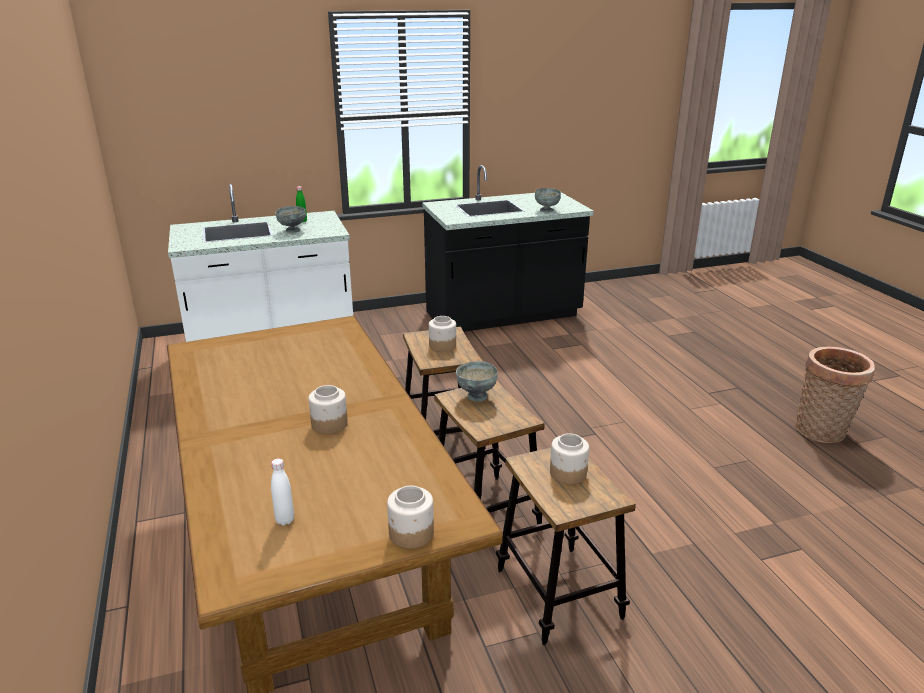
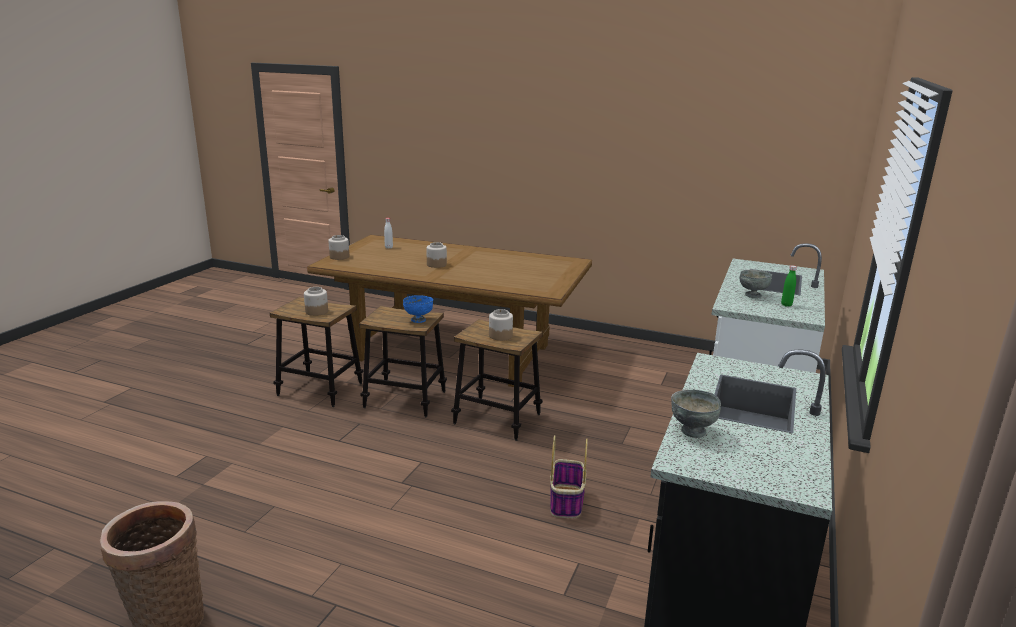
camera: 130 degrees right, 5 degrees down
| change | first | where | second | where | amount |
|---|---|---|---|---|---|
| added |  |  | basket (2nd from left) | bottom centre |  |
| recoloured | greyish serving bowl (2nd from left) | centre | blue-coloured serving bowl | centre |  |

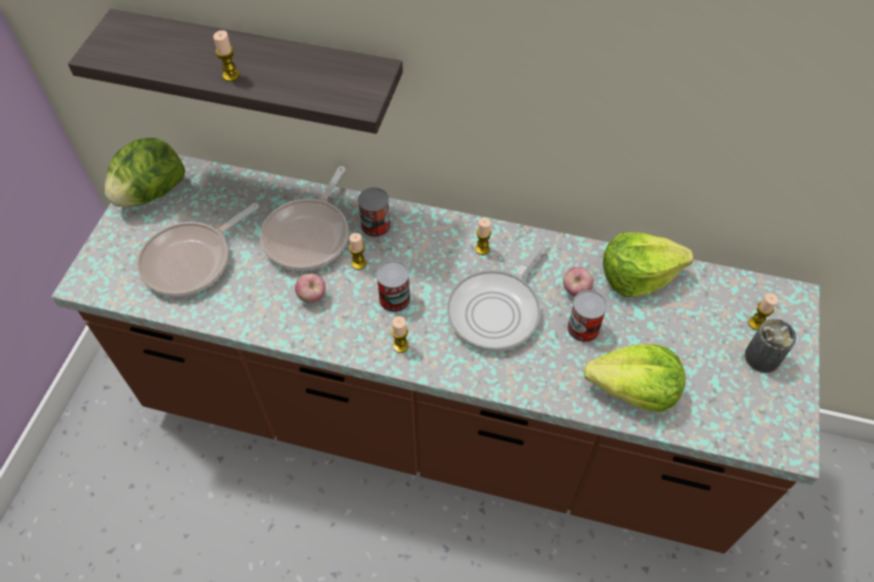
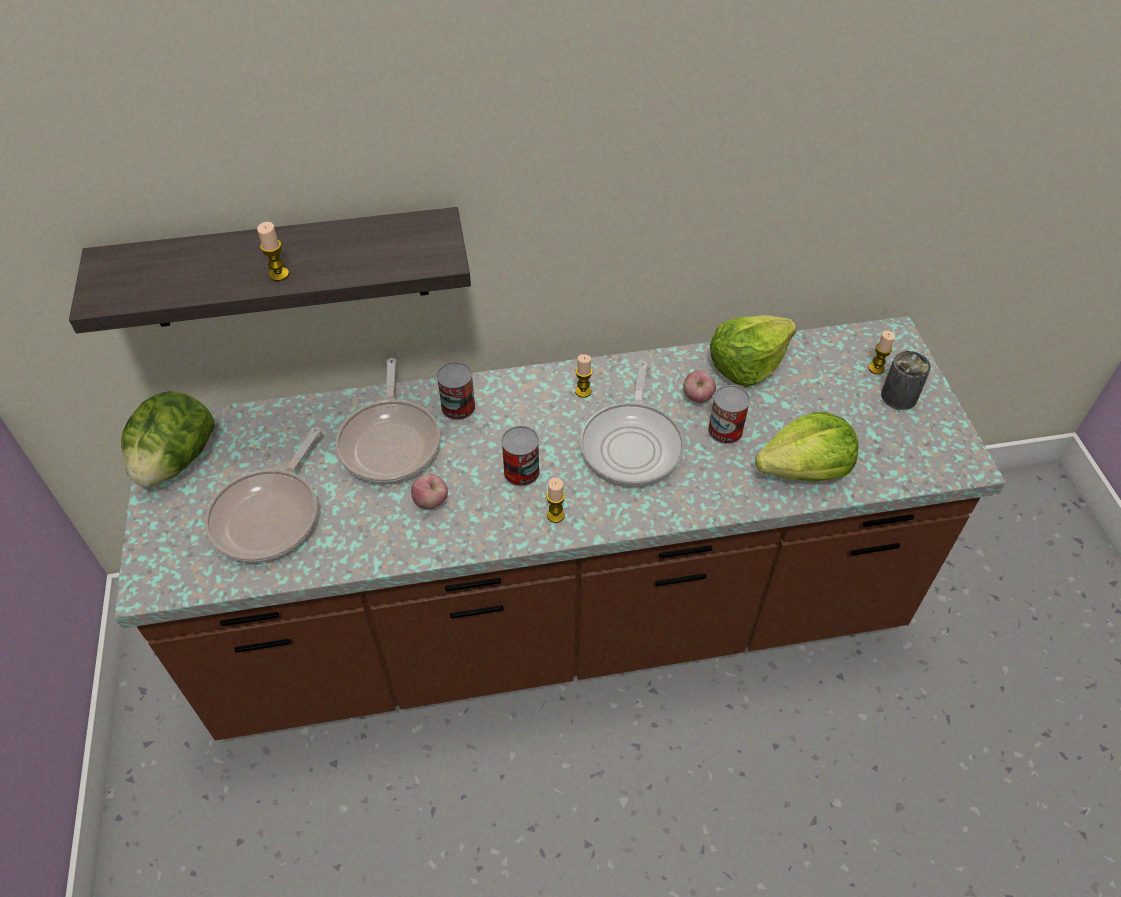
camera: 25 degrees left, 5 degrees down
| change | first | where | second | where | amount |
|---|---|---|---|---|---|
| removed | wax candle (2nd from left) | centre |  |  |  |

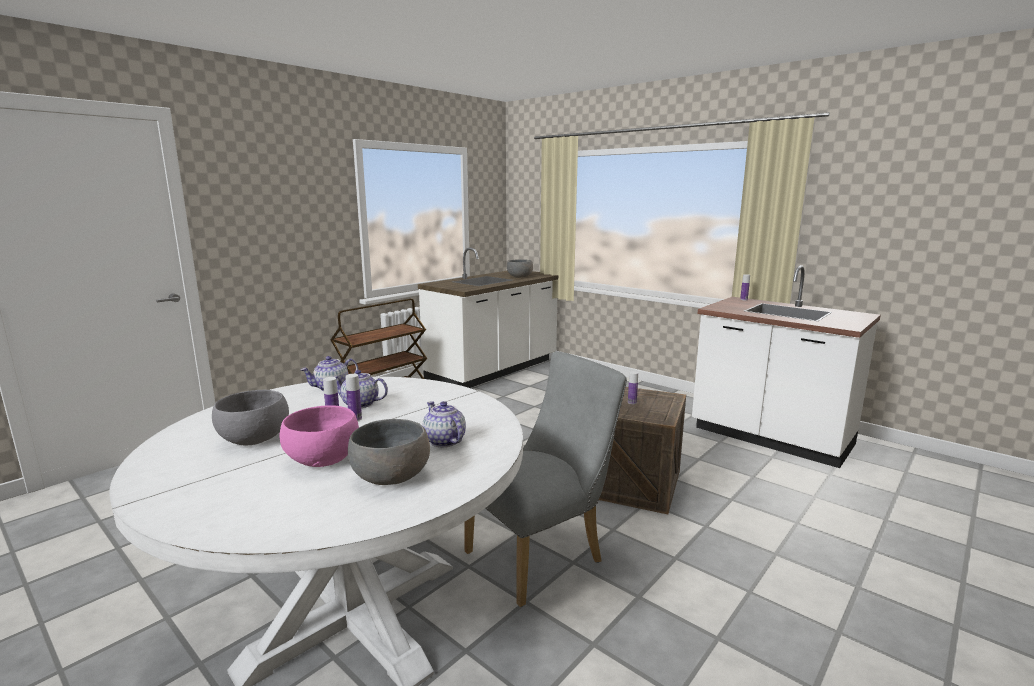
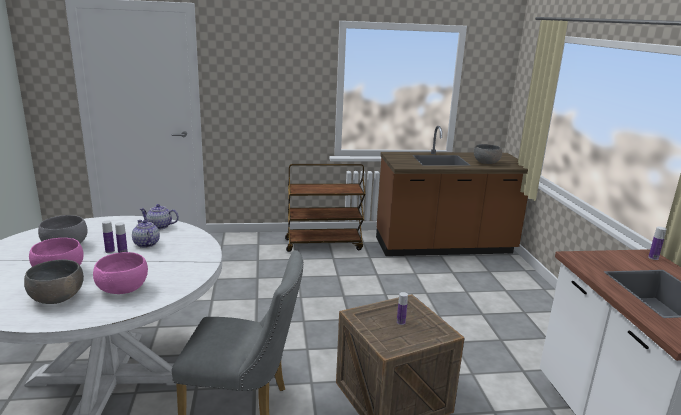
camera: 40 degrees right, 5 degrees up
| change | first | where | second | where | amount |
|---|---|---|---|---|---|
| replaced | pot for tea (3rd from left) | centre | pink serving bowl (2nd from left) | middle left |  |
| recoloured | white kitchen base unit (1st from left) | centre | brown-coloured kitchen base unit | centre |  |

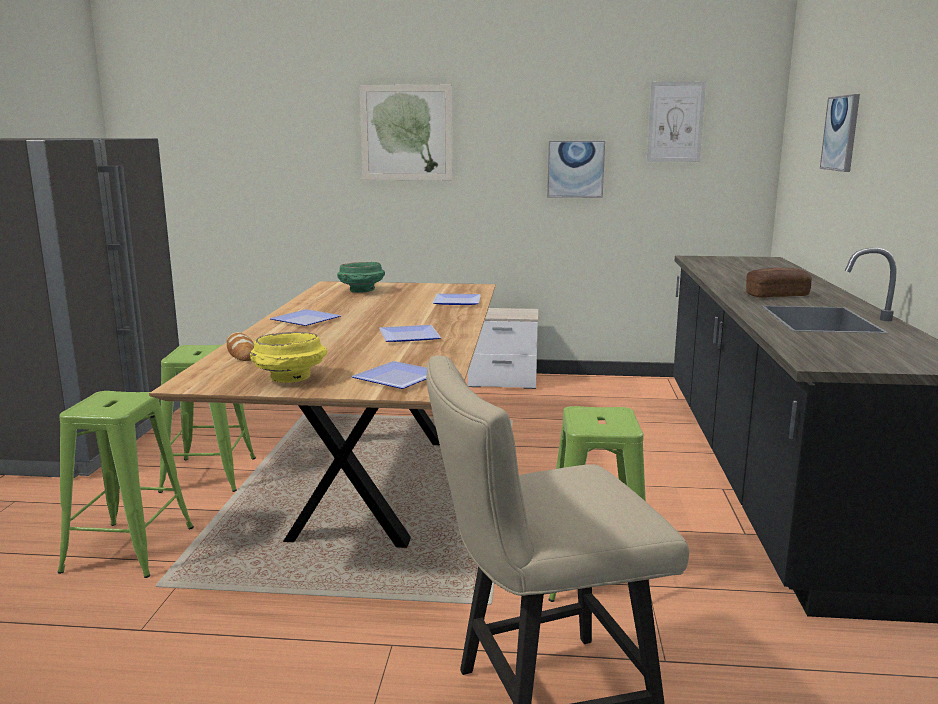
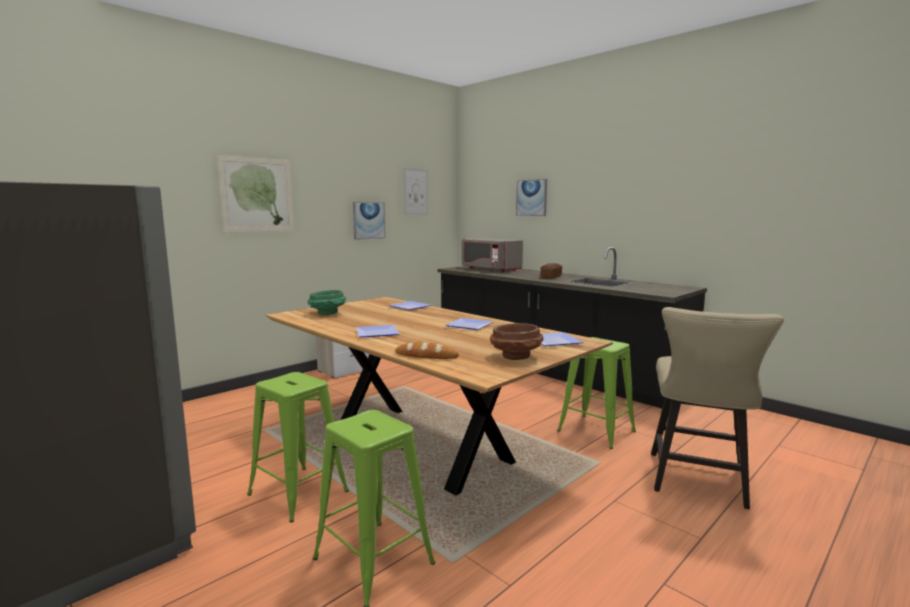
camera: 50 degrees left, 5 degrees down
| change | first | where | second | where | amount |
|---|---|---|---|---|---|
| added |  |  | greyish microwave | centre |  |
| recoloured | yellowish serving bowl | middle left | brown-coloured serving bowl | centre |  |

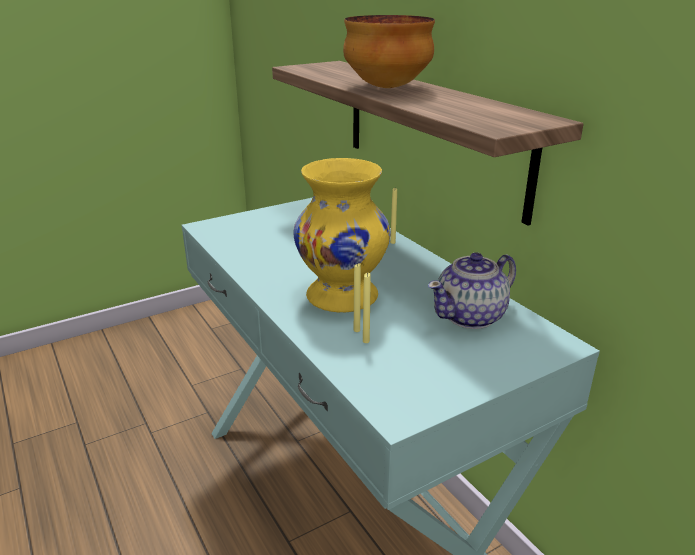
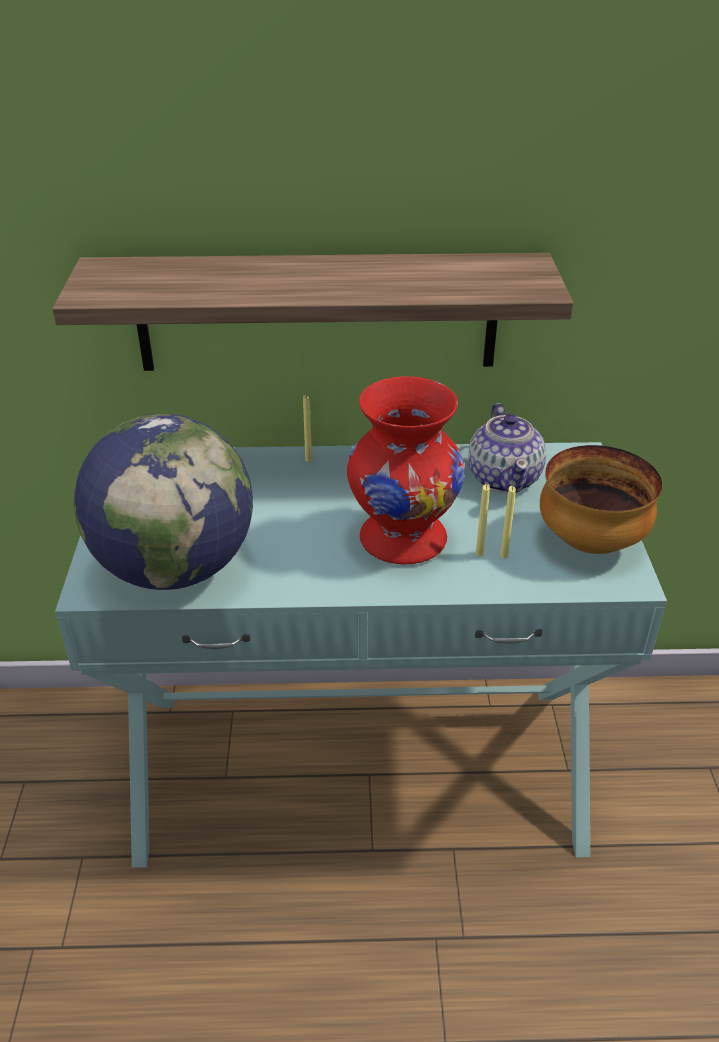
camera: 60 degrees left, 10 degrees up
| change | first | where | second | where | amount |
|---|---|---|---|---|---|
| added |  |  | world globe | middle left |  |
| moved | serving bowl | top centre |  | middle right |  |
| recoloured | yellowish vase | centre | red-coloured vase | centre |  |

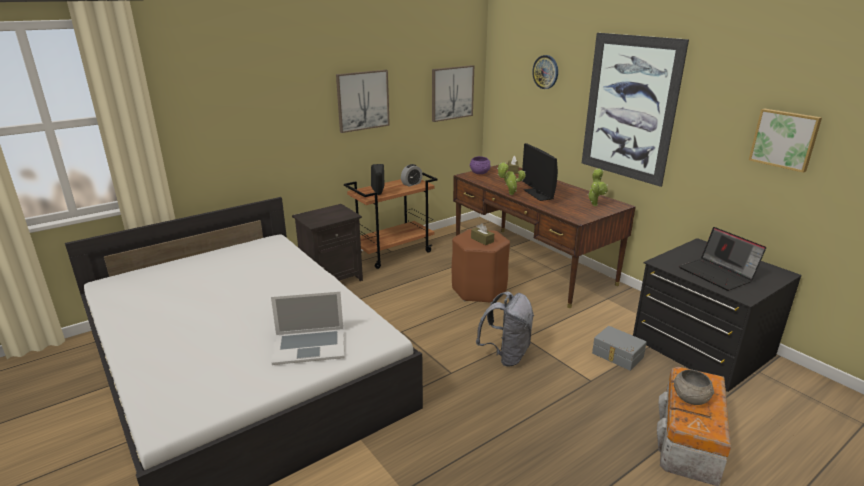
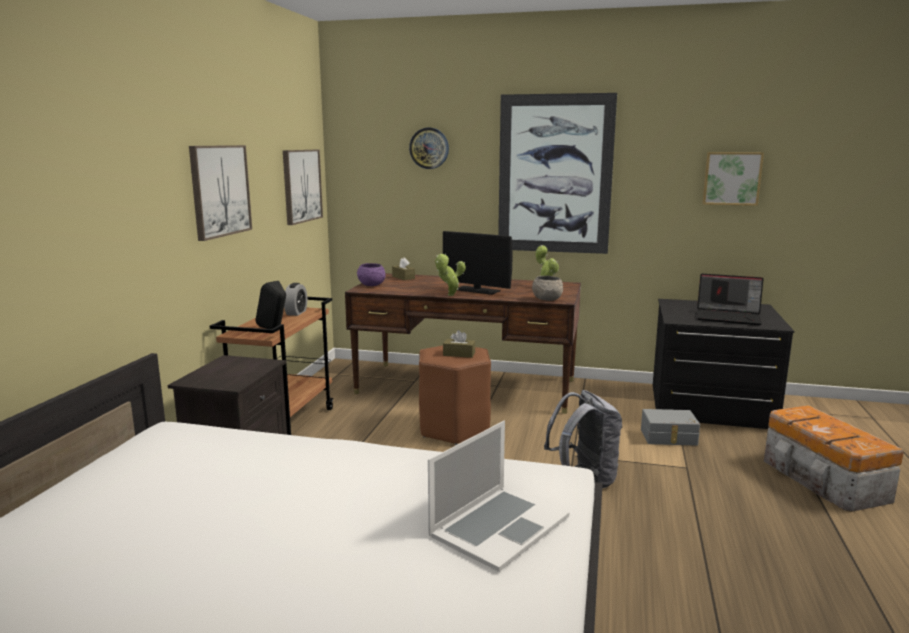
camera: 40 degrees left, 10 degrees down
| change | first | where | second | where | amount |
|---|---|---|---|---|---|
| moved | greyish serving bowl | bottom right |  | centre |  |

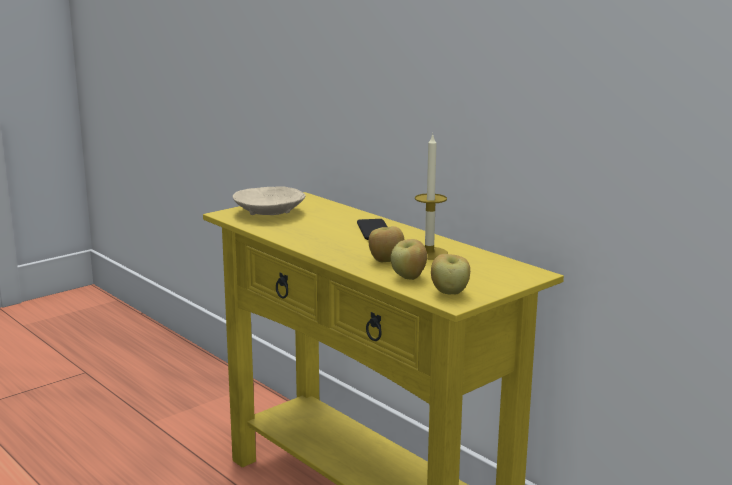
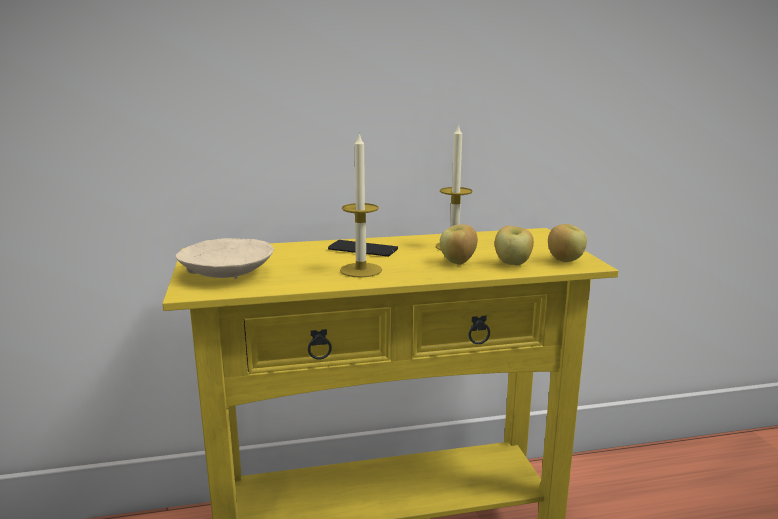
camera: 60 degrees left, 0 degrees up
| change | first | where | second | where | amount |
|---|---|---|---|---|---|
| added |  |  | wax candle (1st from left) | centre |  |

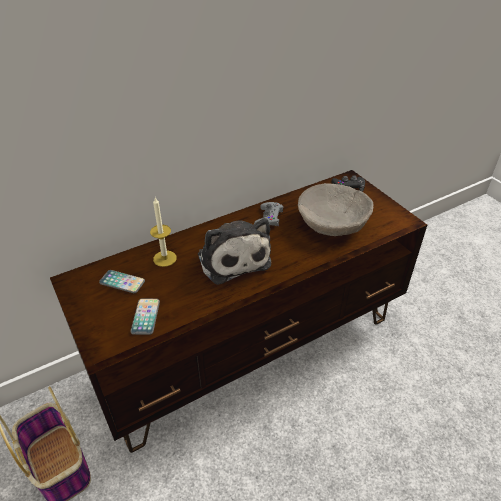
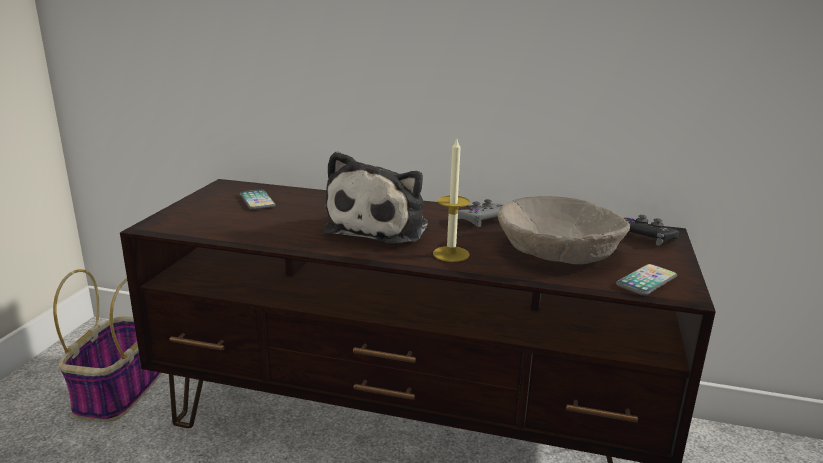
camera: 45 degrees right, 20 degrees down
| change | first | where | second | where | amount |
|---|---|---|---|---|---|
| moved | telephone (2nd from left) | middle left |  | middle right |  |
| moved | wax candle | middle left |  | centre |  |

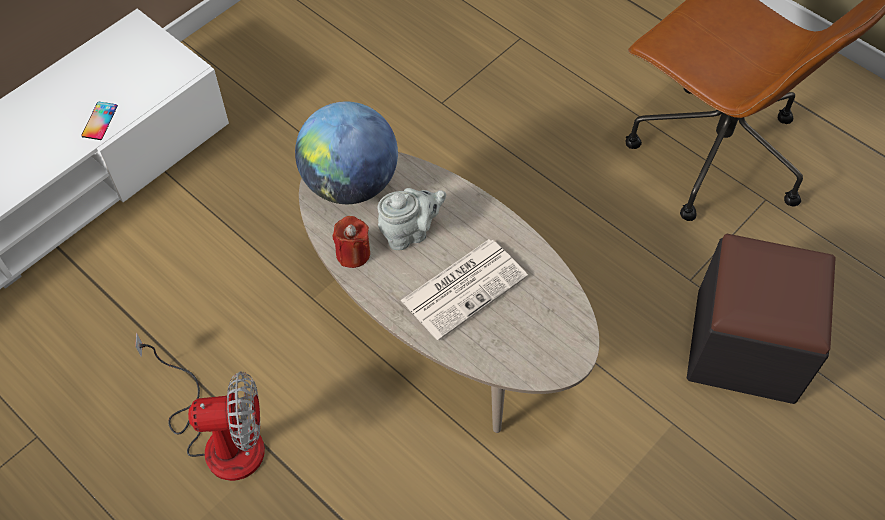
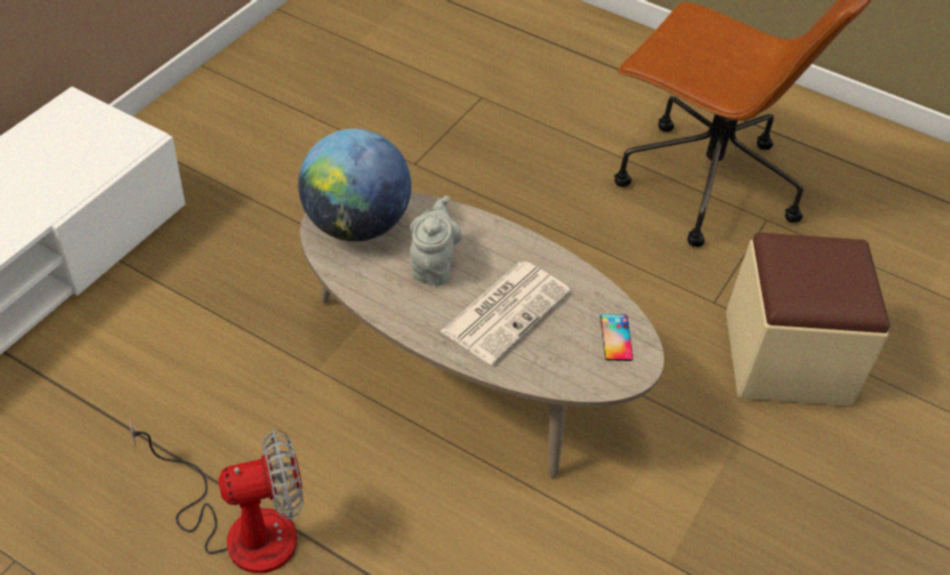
camera: 15 degrees left, 10 degrees down
| change | first | where | second | where | amount |
|---|---|---|---|---|---|
| removed | red-coloured wax candle | centre |  |  |  |
| moved | telephone | top left |  | centre |  |
| recoloured | blackish pouffe | middle right | beige-coloured pouffe | middle right |  |
| turned | greyish pot for tea | centre |  | centre | 45 degrees counterclockwise |

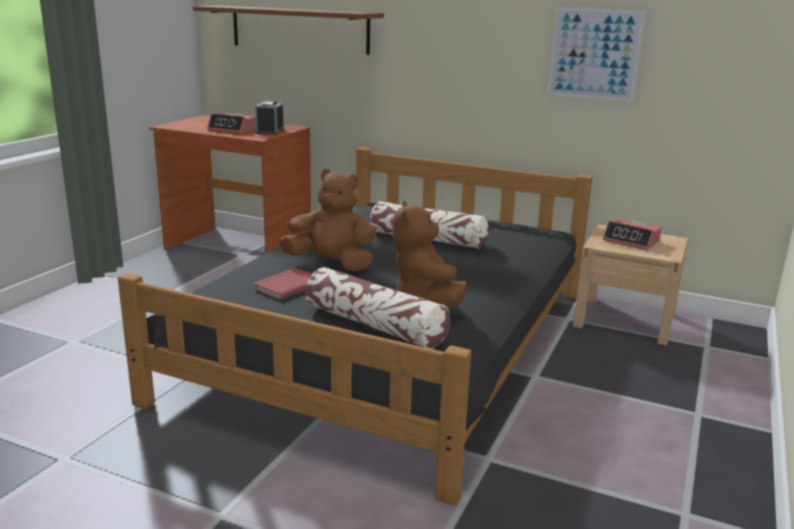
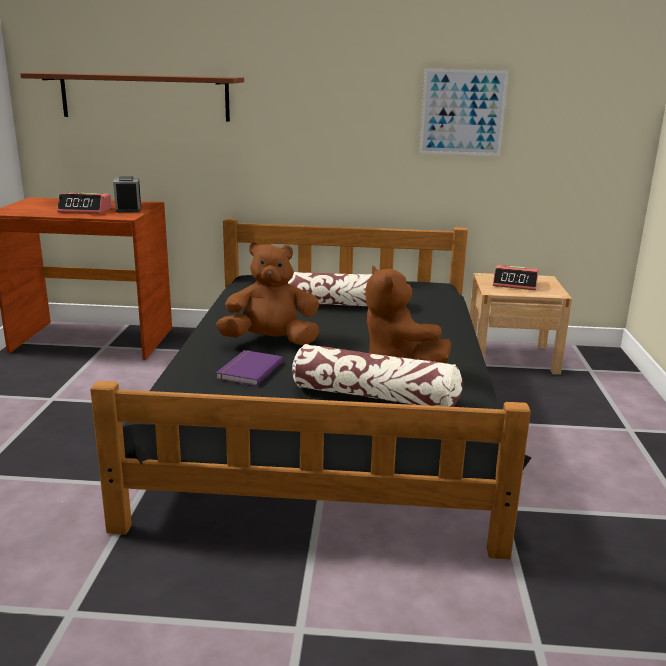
camera: 20 degrees left, 0 degrees up
| change | first | where | second | where | amount |
|---|---|---|---|---|---|
| recoloured | red-coloured bound book | centre | purplish bound book | centre |  |

